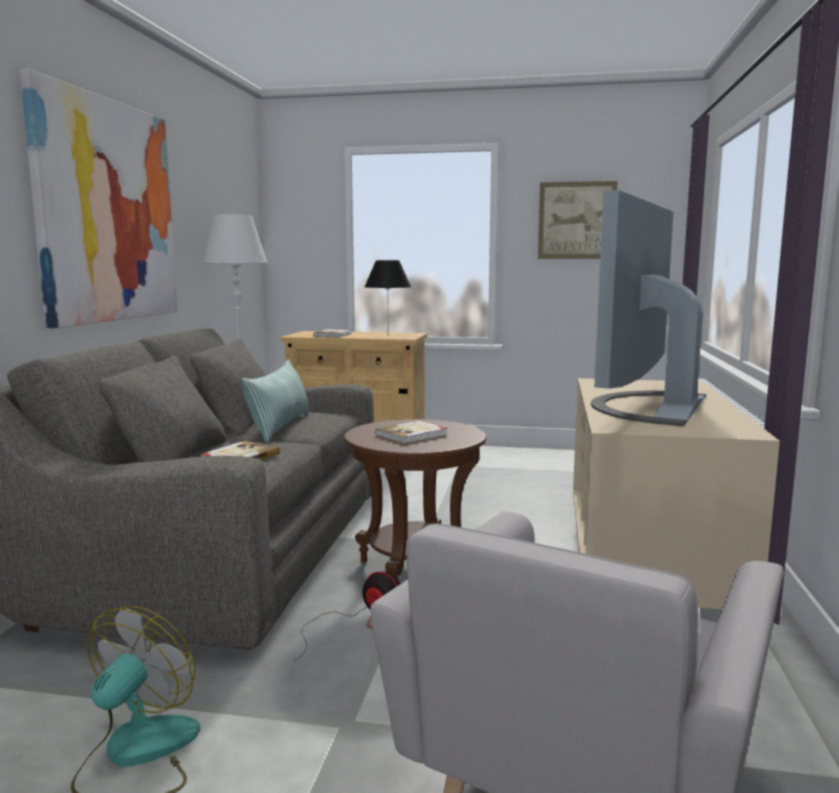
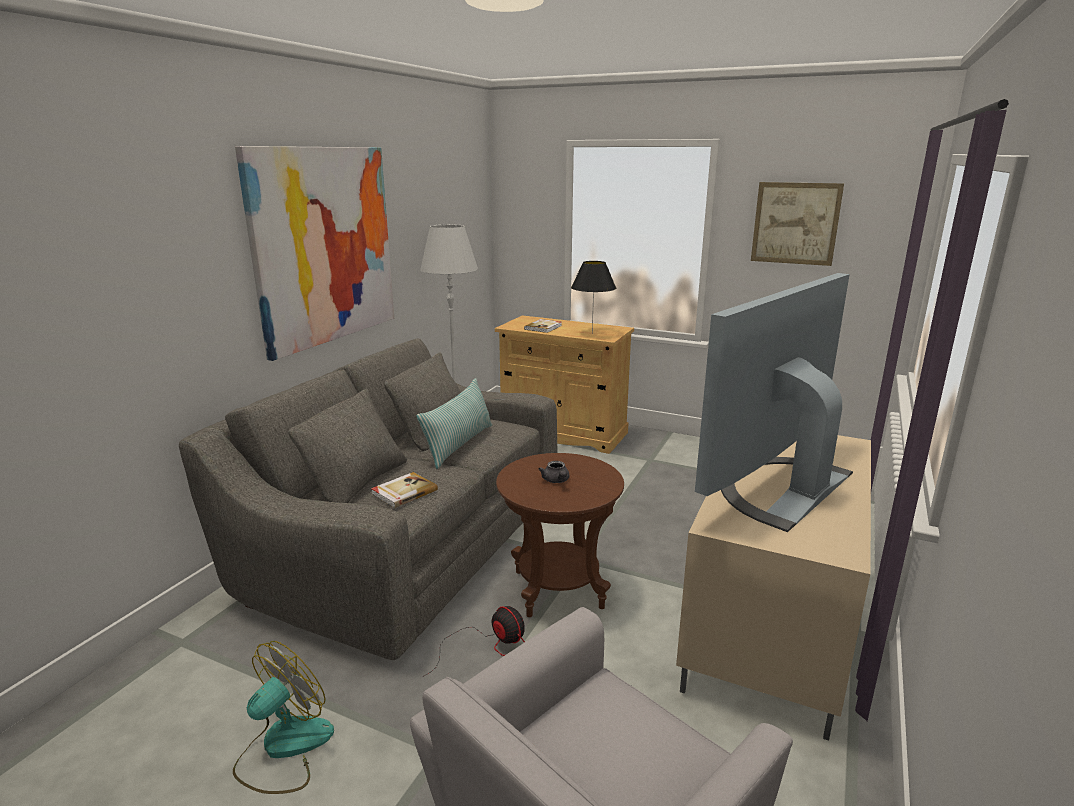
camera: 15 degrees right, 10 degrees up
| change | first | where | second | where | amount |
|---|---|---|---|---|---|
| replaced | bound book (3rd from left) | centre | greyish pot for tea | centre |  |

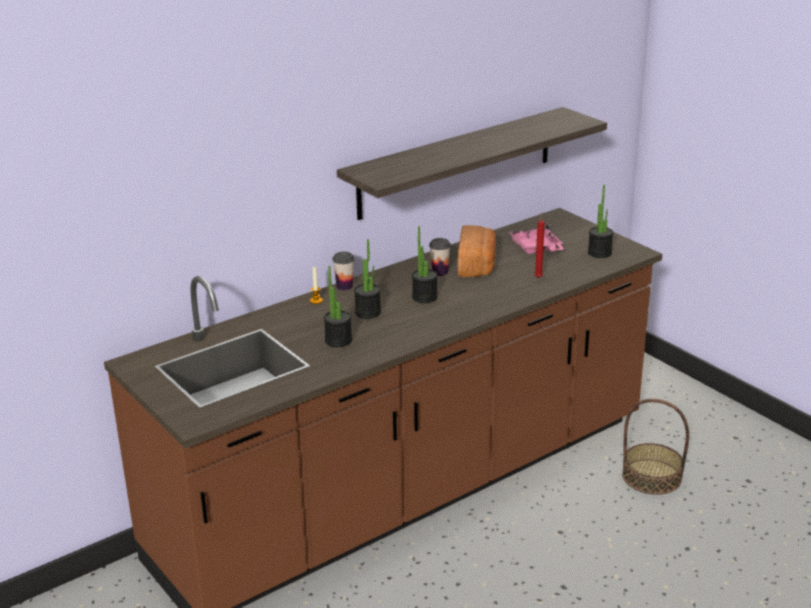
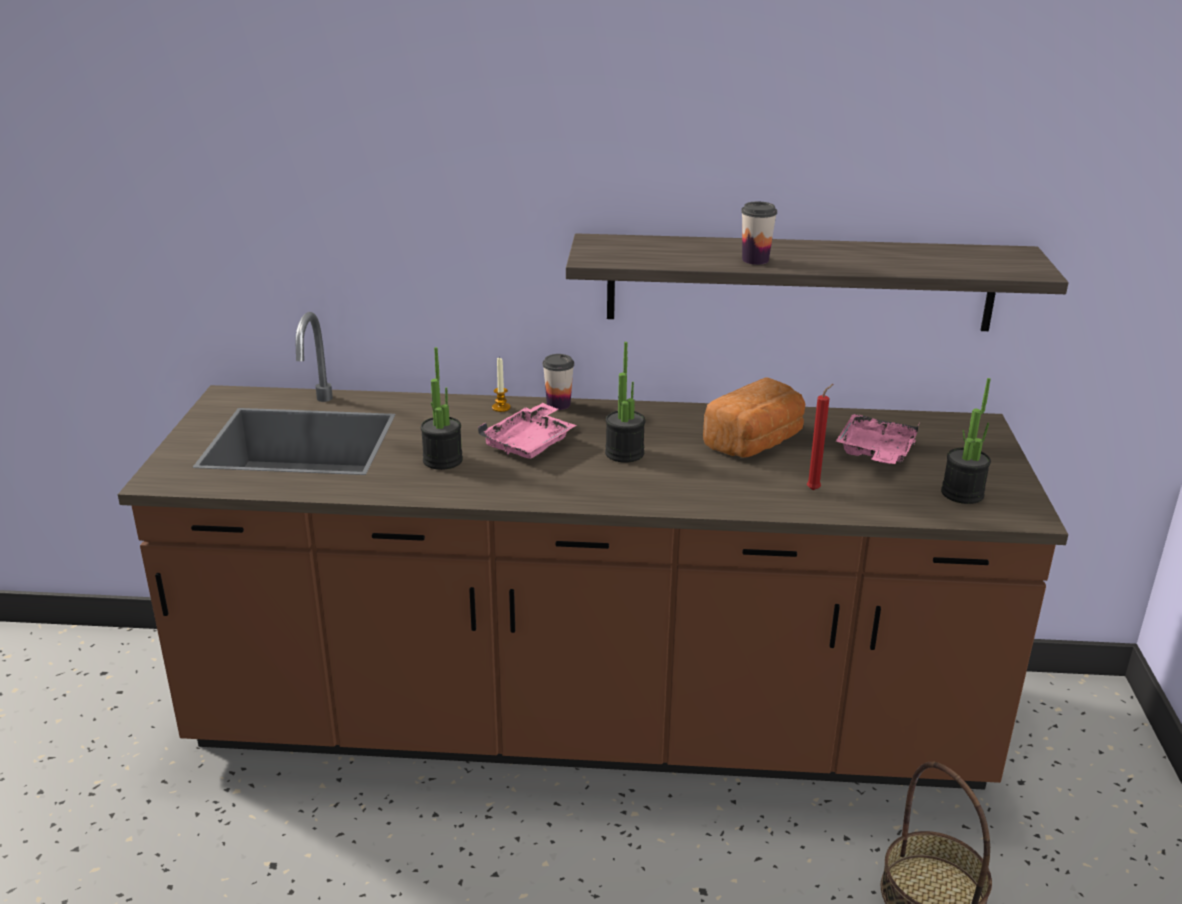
camera: 40 degrees right, 0 degrees up
| change | first | where | second | where | amount |
|---|---|---|---|---|---|
| moved | cup (2nd from left) | centre |  | top centre |  |
| replaced | houseplant (2nd from left) | centre | pink serving tray (1st from left) | centre |  |

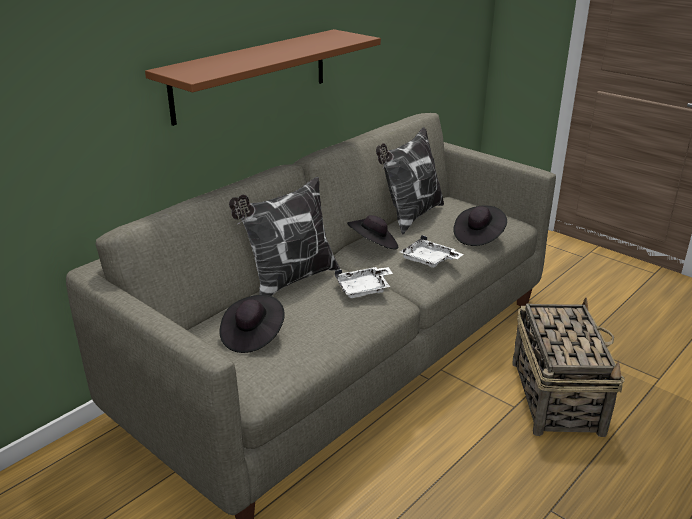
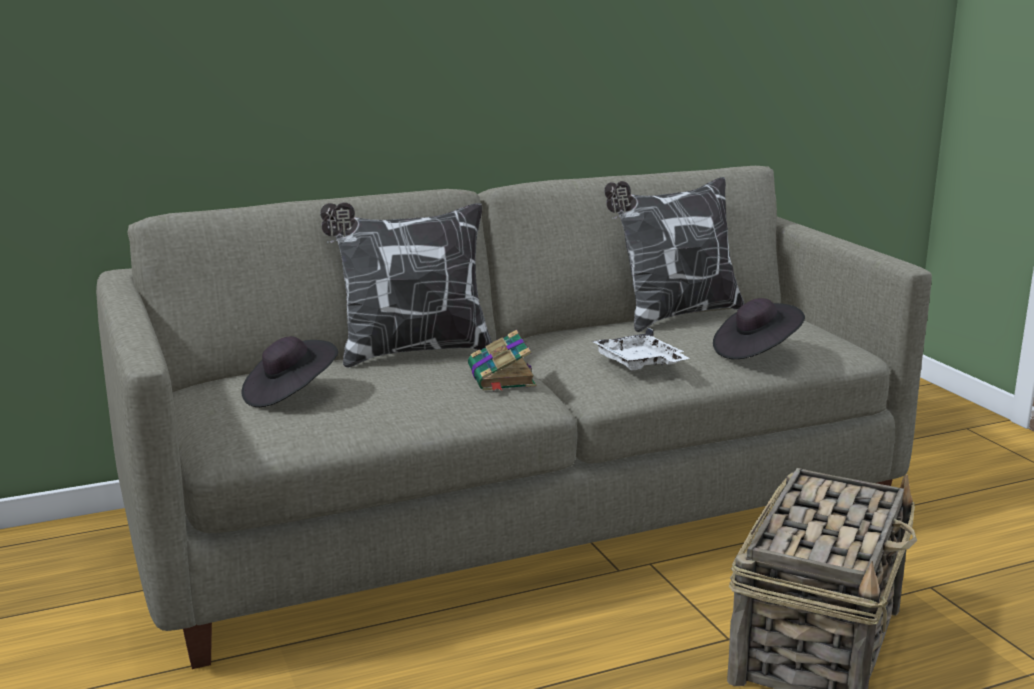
camera: 25 degrees right, 10 degrees down
| change | first | where | second | where | amount |
|---|---|---|---|---|---|
| removed | brown-coloured bracket shelf | top centre |  |  |  |
| removed | blackish clothing hat (2nd from left) | centre |  |  |  |
| replaced | white serving tray (1st from left) | centre | bound book | centre |  |

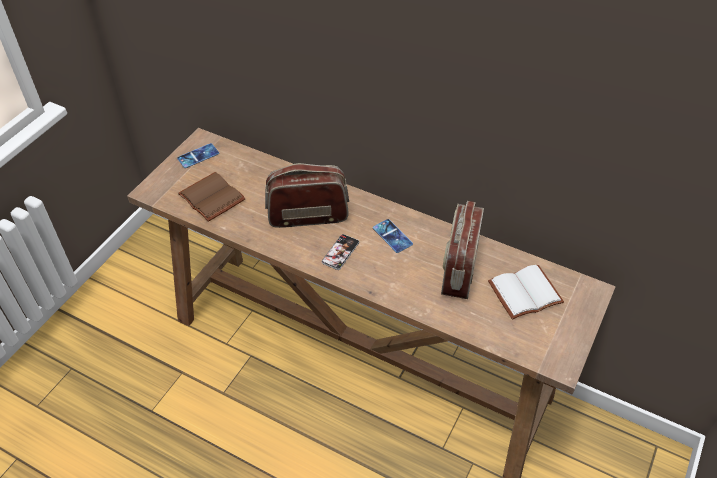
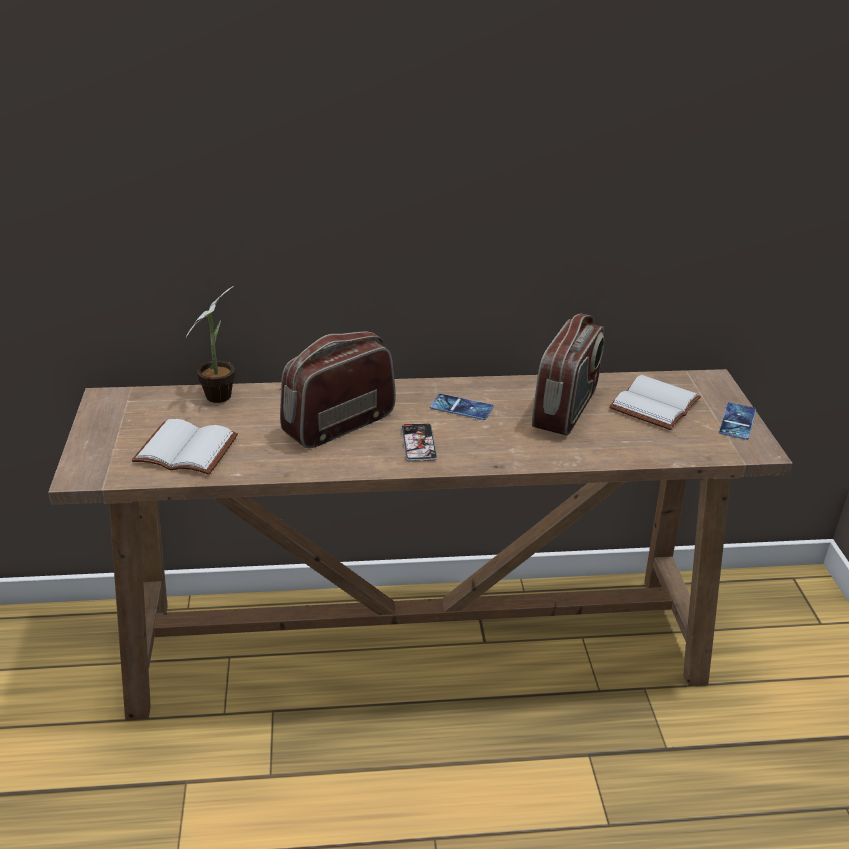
camera: 35 degrees left, 15 degrees down
| change | first | where | second | where | amount |
|---|---|---|---|---|---|
| added |  |  | houseplant | middle left |  |
| moved | telephone (1st from left in the first image) | top left | telephone (3rd from left) | middle right |  |
| recoloured | brown-coloured bound book | middle left | white bound book (1st from left) | middle left |  |
| turned | radio (2nd from left) | centre |  | middle right | 135 degrees counterclockwise |

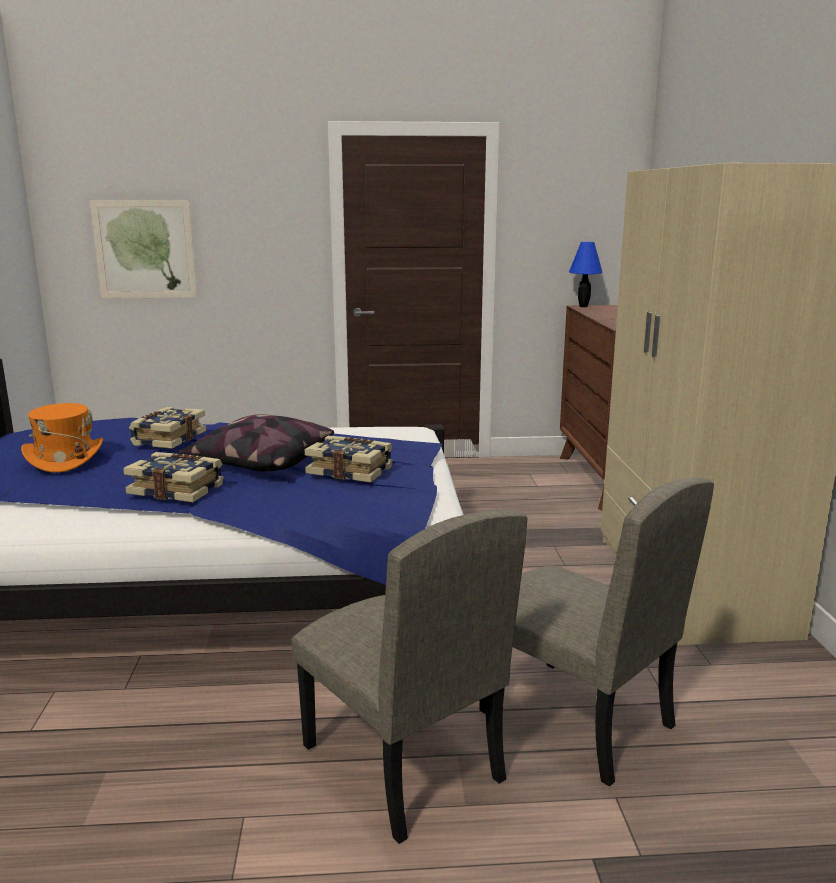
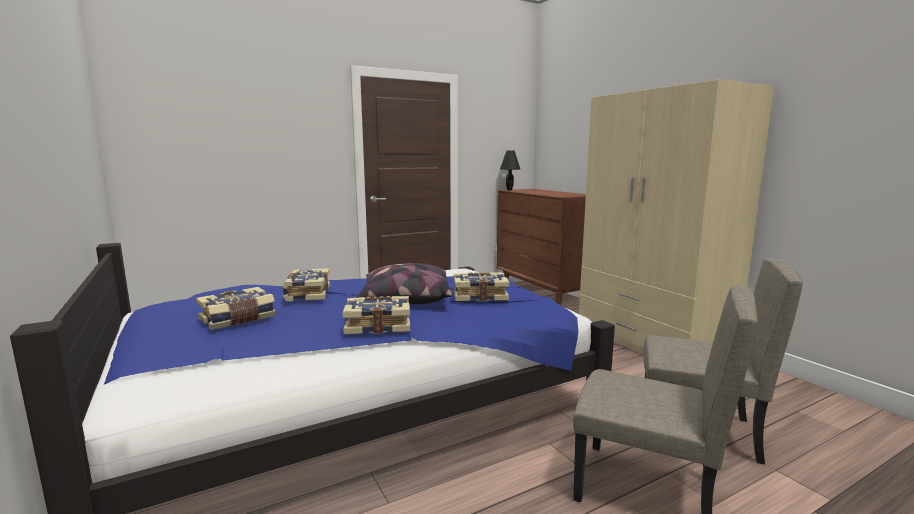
camera: 25 degrees left, 5 degrees down
| change | first | where | second | where | amount |
|---|---|---|---|---|---|
| removed | wall picture | top left |  |  |  |
| replaced | orange clothing hat | middle left | bound book (1st from left) | middle left |  |
| recoloured | blue-coloured lamp for a table | top right | blackish lamp for a table | top centre |  |

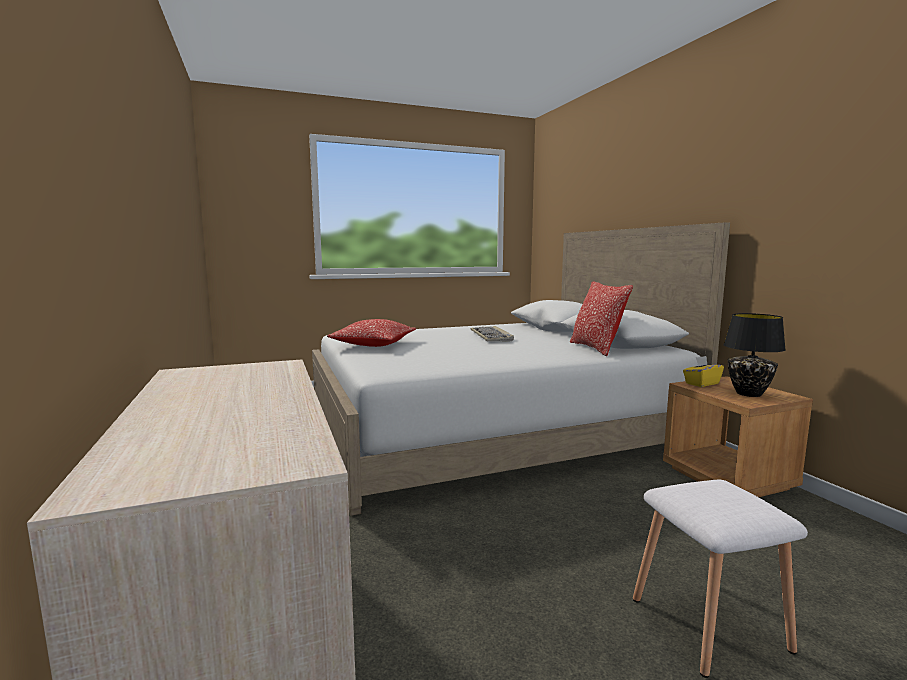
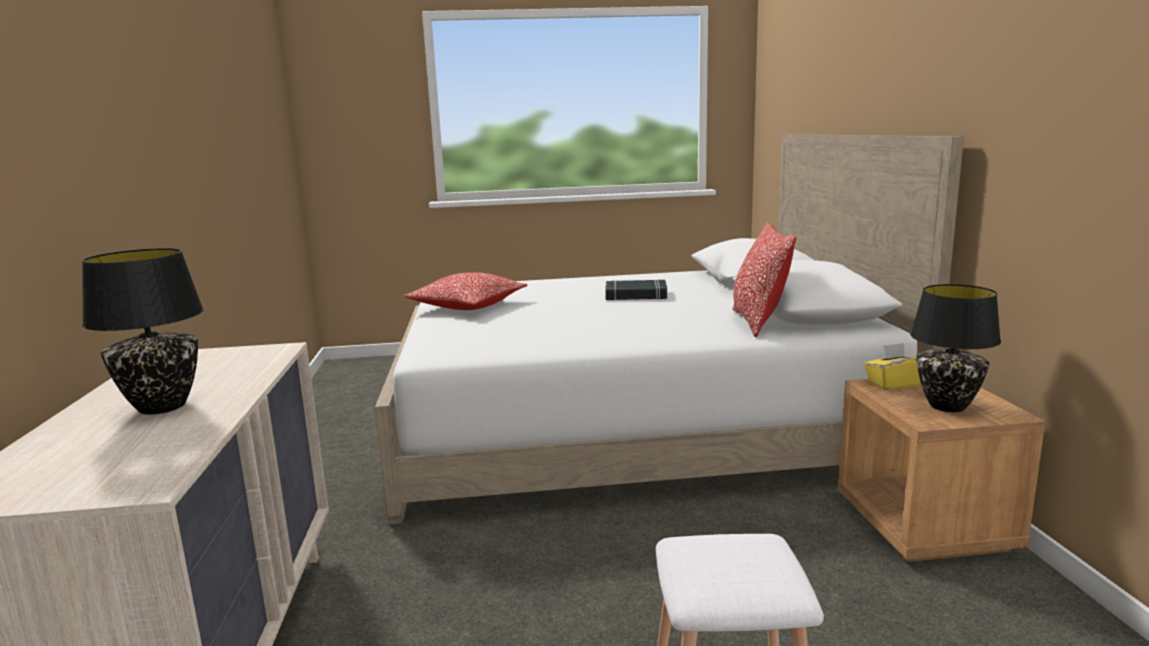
camera: 15 degrees right, 5 degrees up
| change | first | where | second | where | amount |
|---|---|---|---|---|---|
| added |  |  | blackish lamp for a table (1st from left) | middle left |  |
| replaced | PC keyboard | centre | blackish bound book | centre |  |

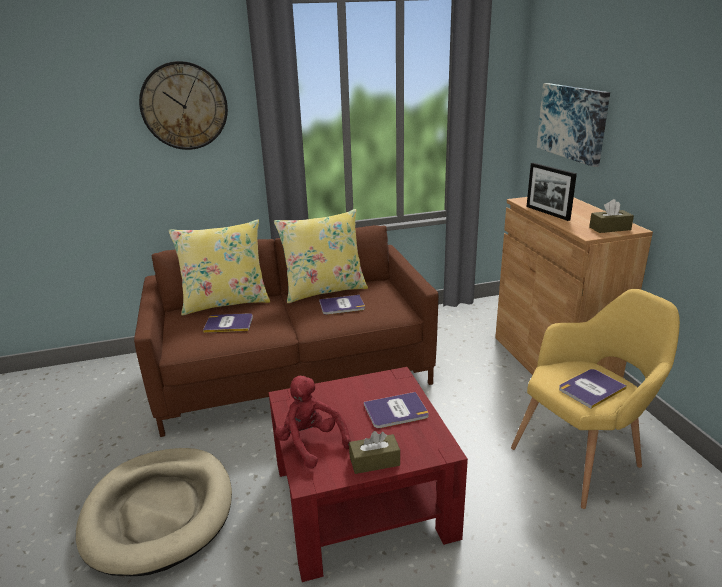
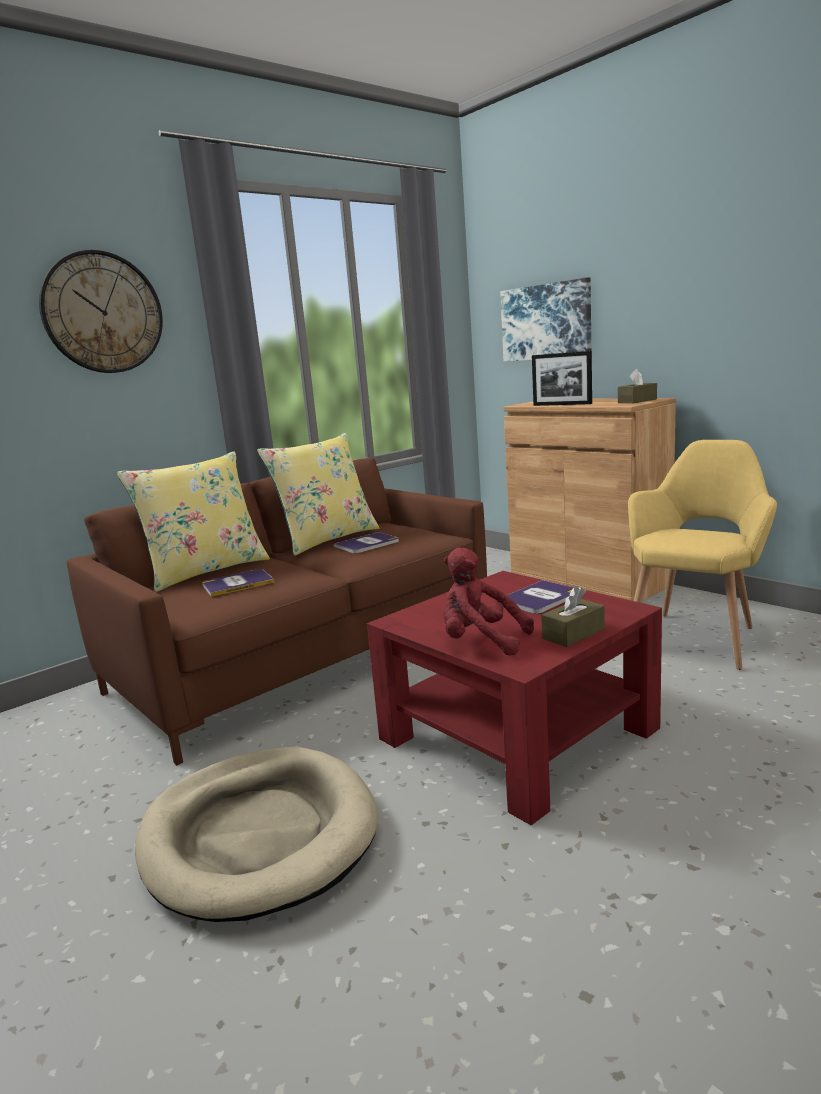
camera: 25 degrees left, 10 degrees down
| change | first | where | second | where | amount |
|---|---|---|---|---|---|
| removed | bound book (4th from left) | middle right |  |  |  |

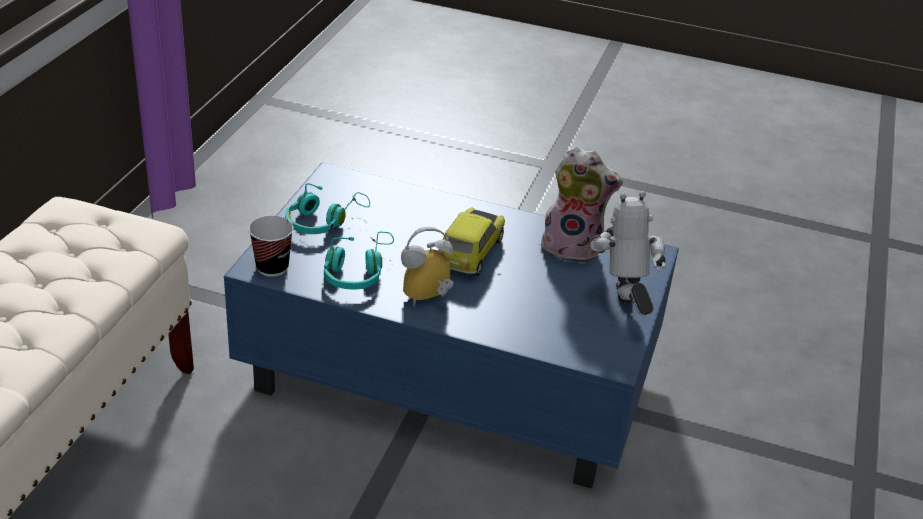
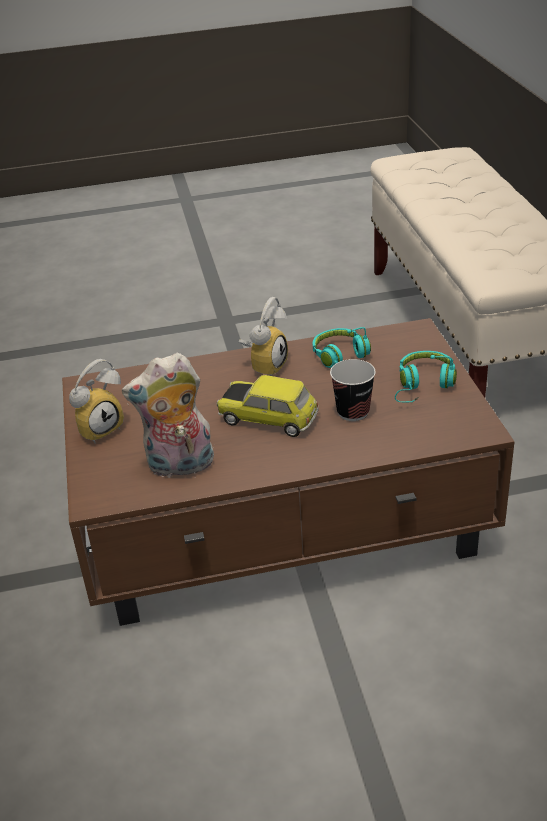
camera: 155 degrees right, 0 degrees up
| change | first | where | second | where | amount |
|---|---|---|---|---|---|
| moved | cup | middle left |  | centre |  |
| replaced | robot figure | middle right | table clock (1st from left) | middle left |  |
| recoloured | blue-coloured low table | centre | brown-coloured low table | centre |  |
| turned | miniature car | centre |  | centre | 120 degrees clockwise |

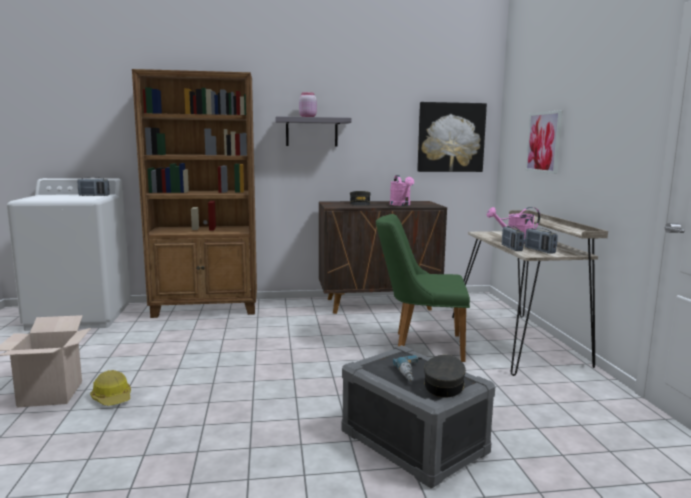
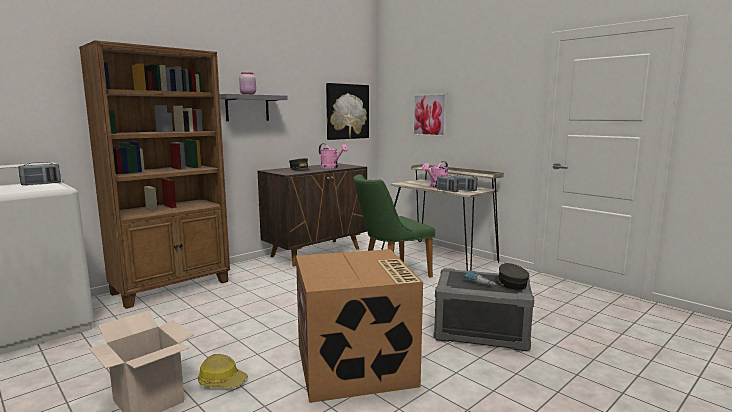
camera: 35 degrees left, 0 degrees up
| change | first | where | second | where | amount |
|---|---|---|---|---|---|
| added |  |  | carton (2nd from left) | bottom centre |  |

